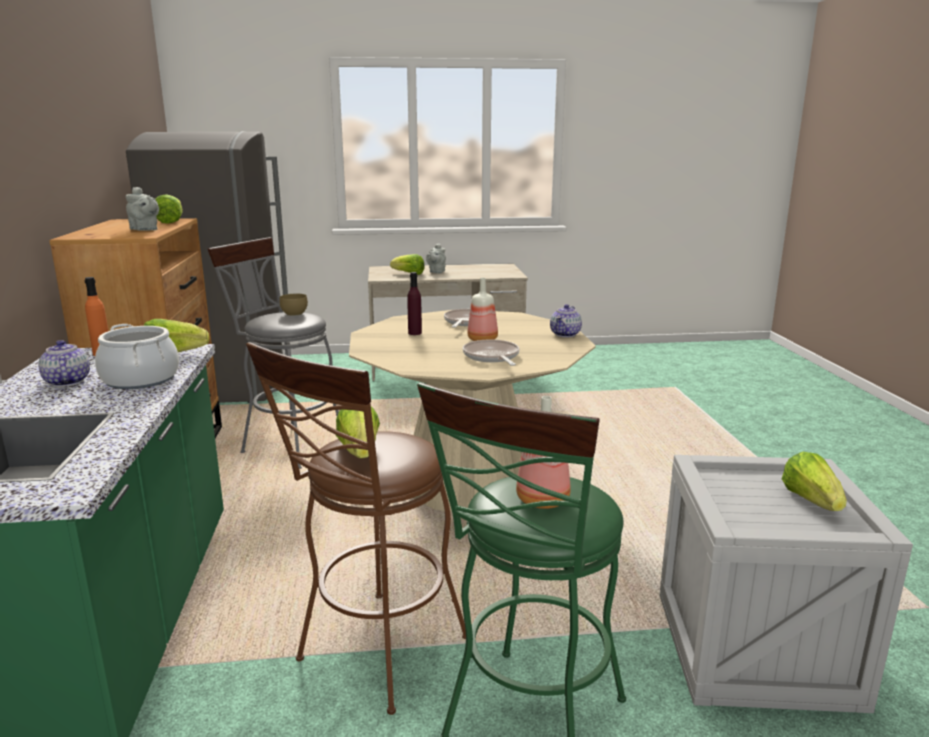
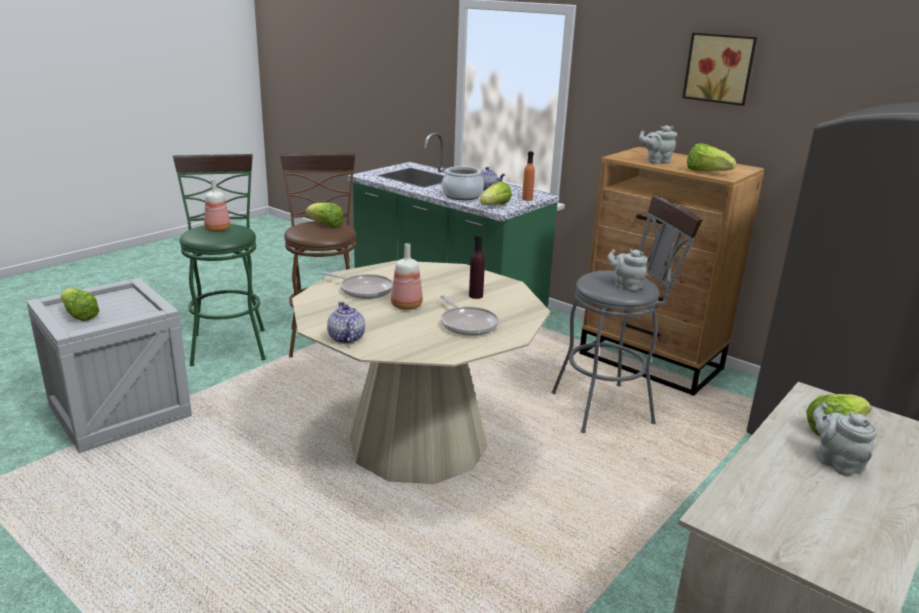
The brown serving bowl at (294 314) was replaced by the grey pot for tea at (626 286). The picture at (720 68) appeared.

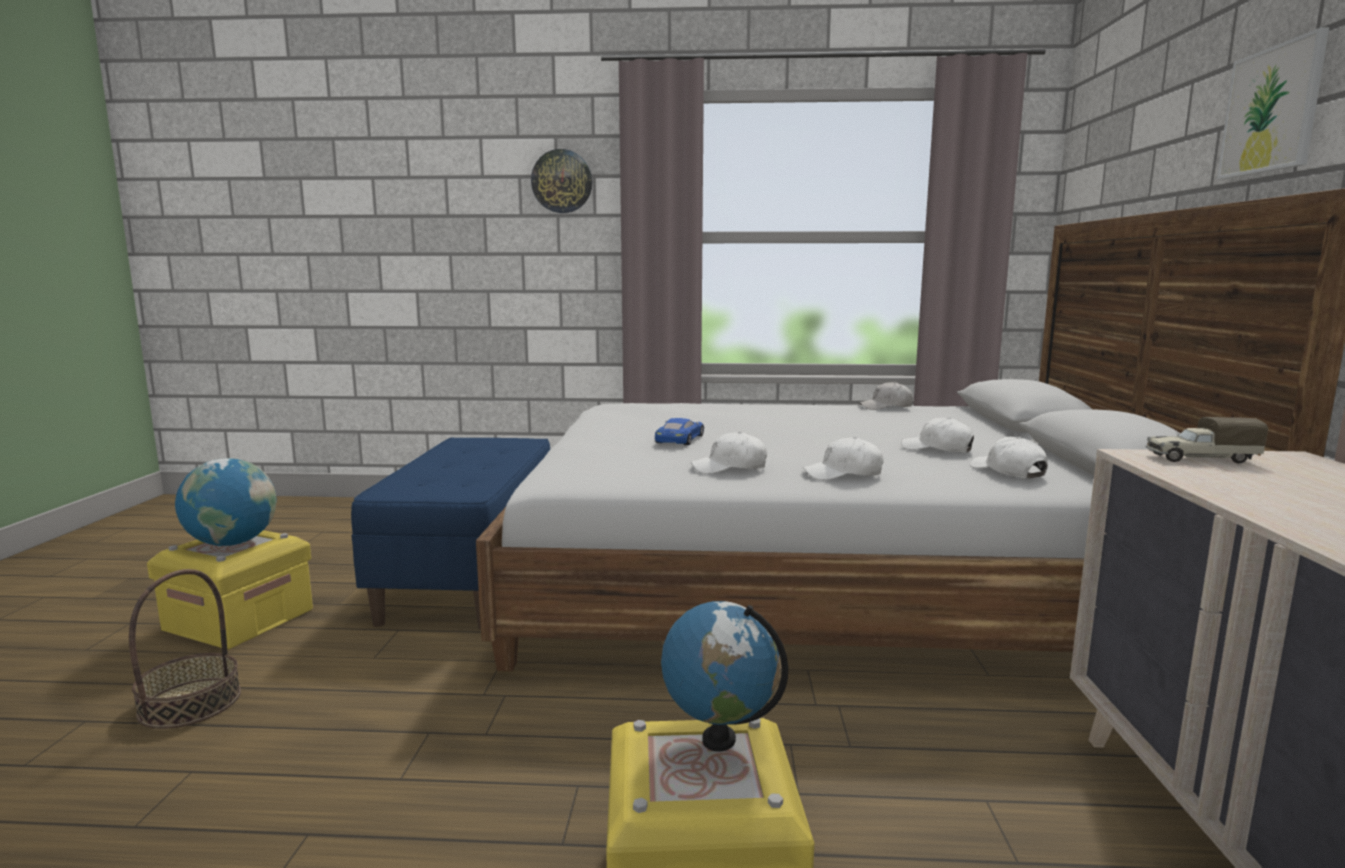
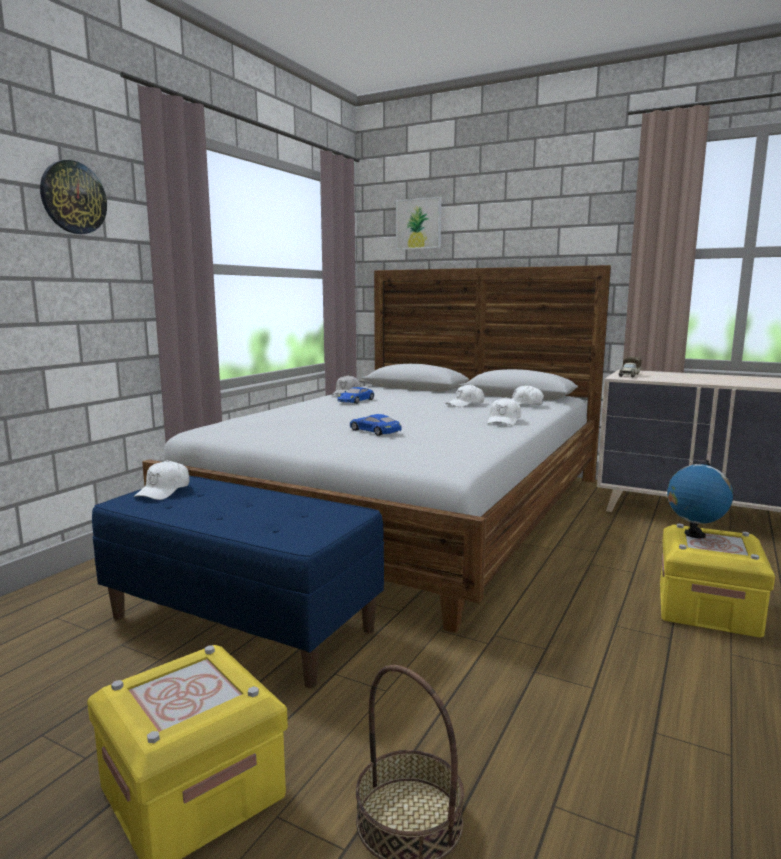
The picture moved from (1272 110) to (418 224). The white baseball cap moved from (729 468) to (164 491). The globe at (232 543) disappeared. The bluish toy car at (356 400) appeared.

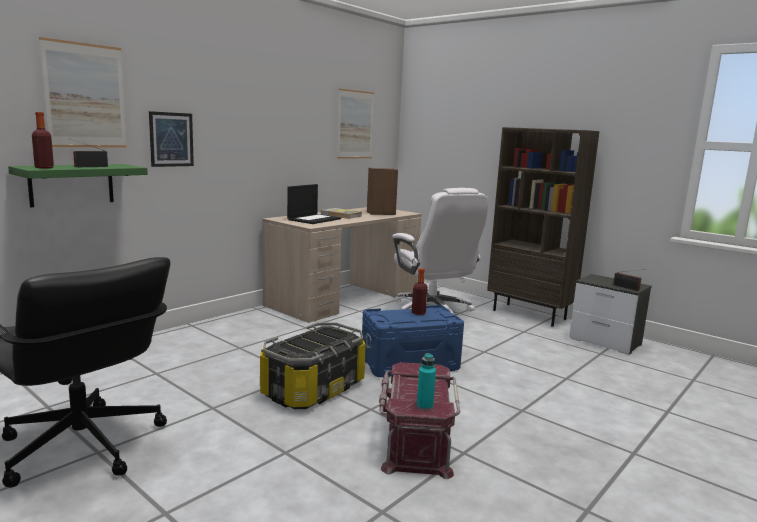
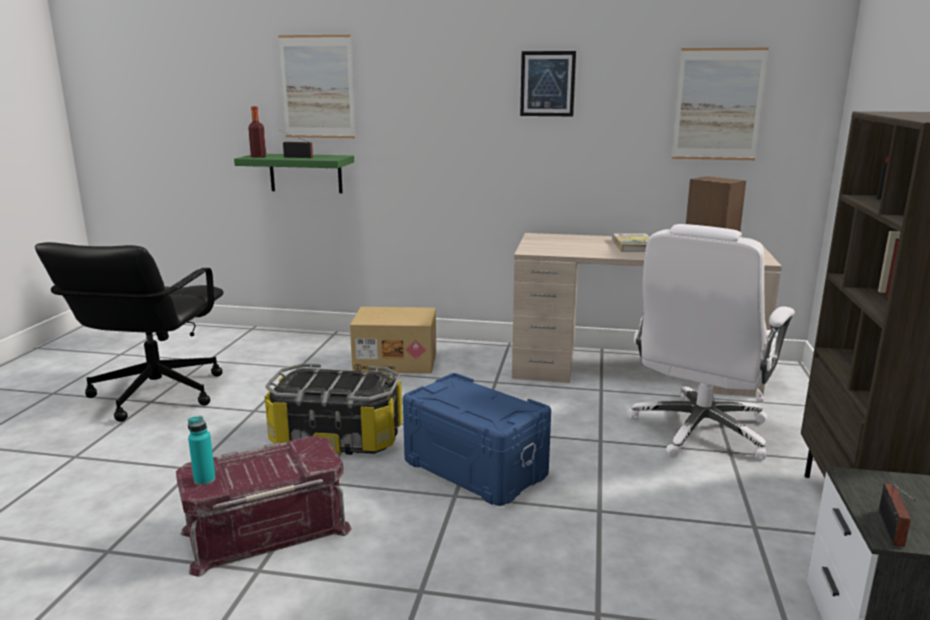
The picture moved from (171 139) to (547 84). The laptop at (314 219) disappeared. The beverage bottle at (418 313) disappeared. The cardboard box at (396 361) appeared.

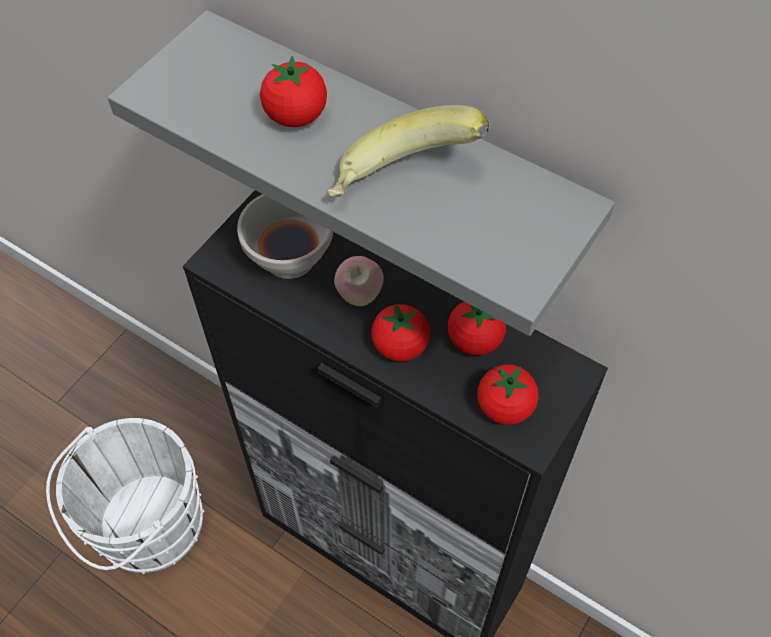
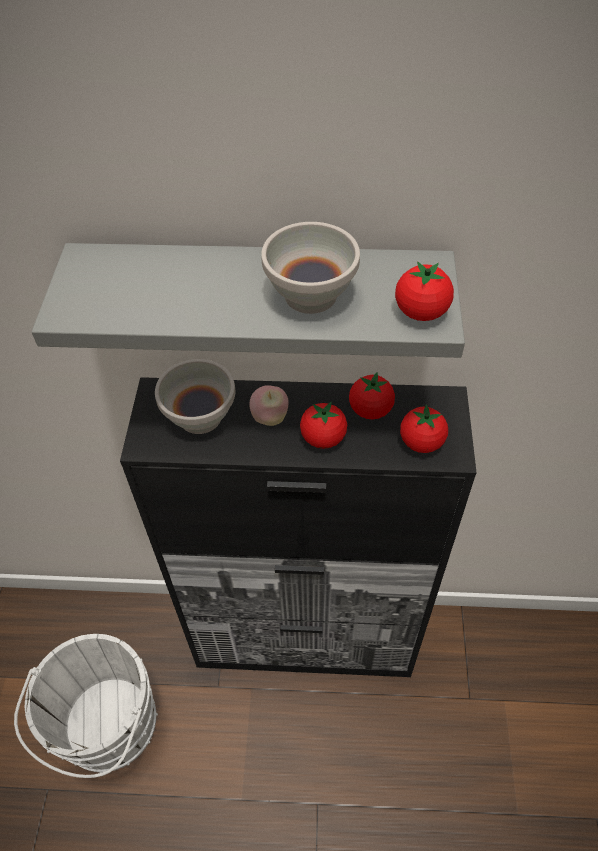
The fresh tomato moved from (296 116) to (421 312). The banana at (403 184) was replaced by the white serving bowl at (309 296).

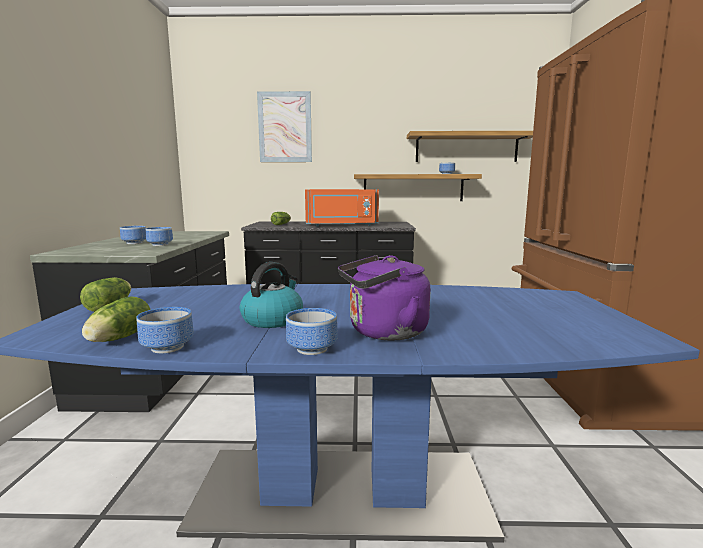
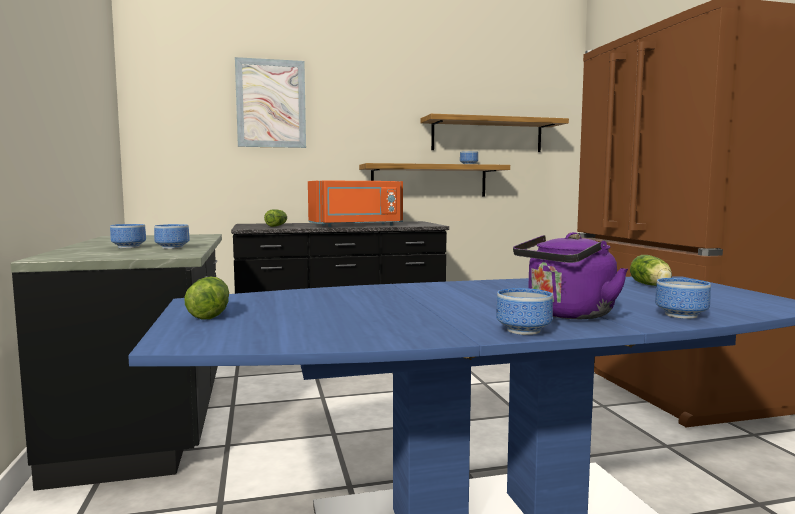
The tea kettle at (273 319) disappeared. The head of lettuce moved from (118 339) to (651 285). The serving bowl moved from (169 346) to (680 314).

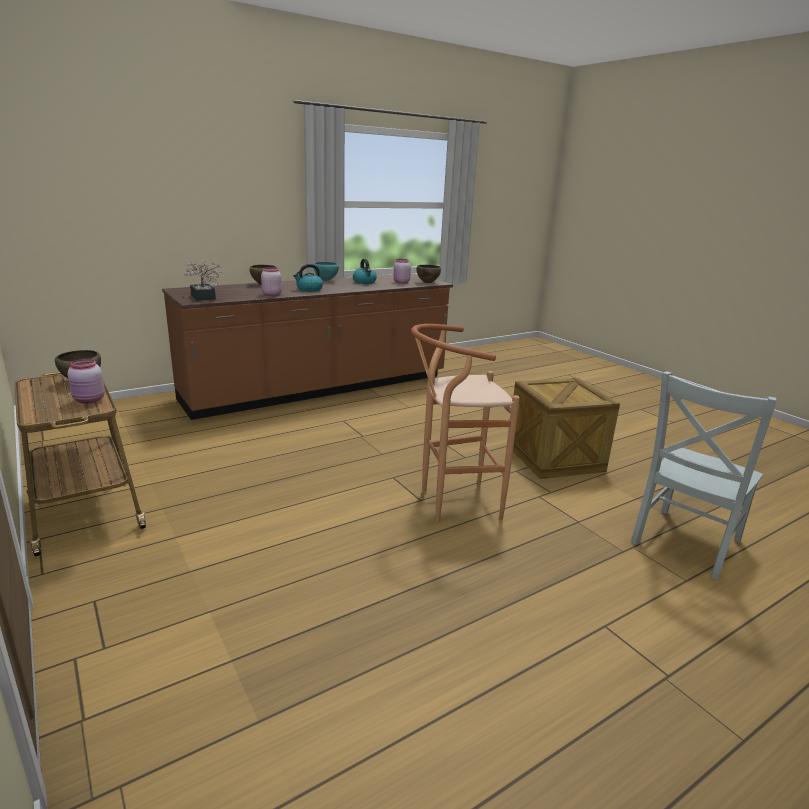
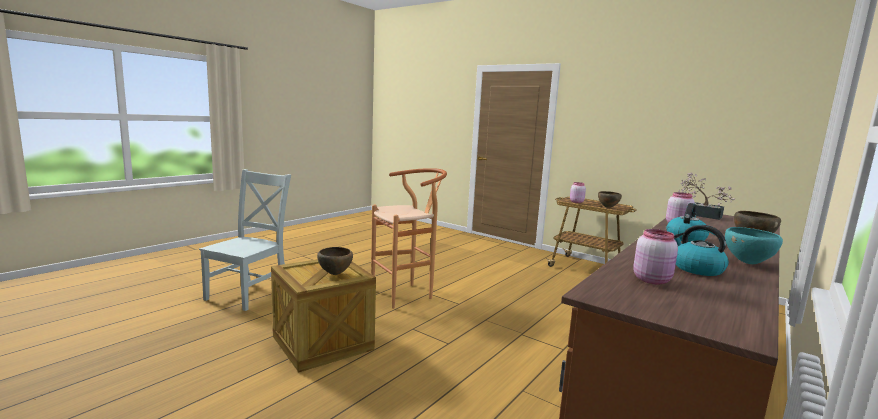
The brown serving bowl moved from (427 283) to (335 274).

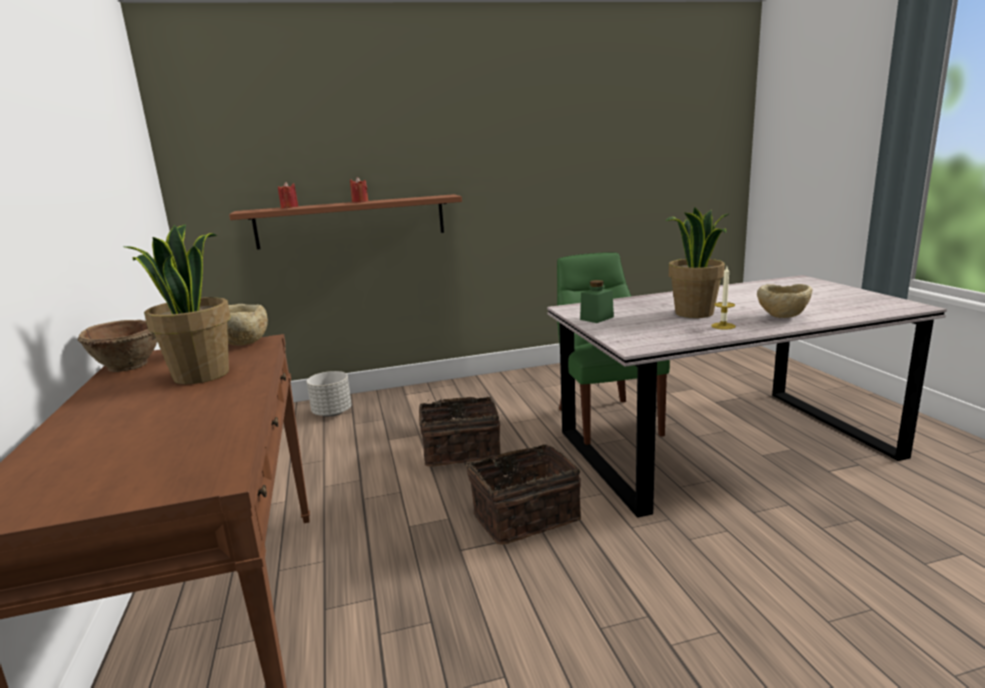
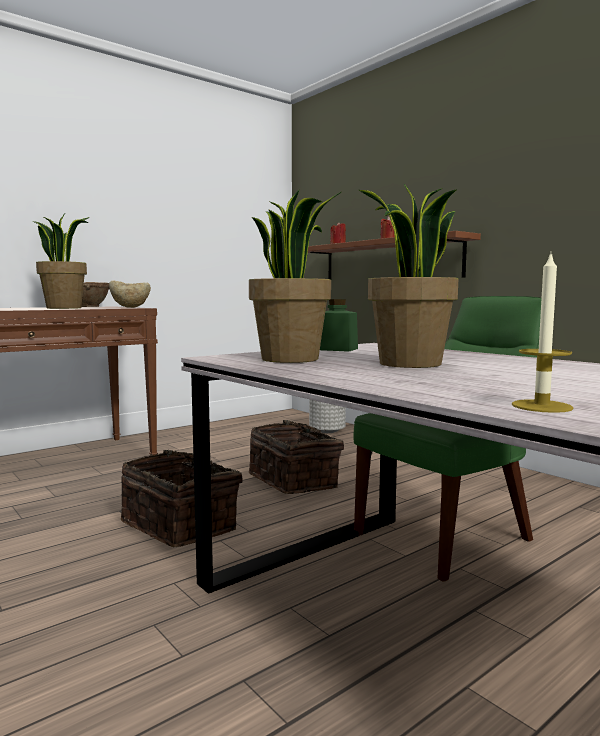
The wax light moved from (723 326) to (541 406). The beige serving bowl at (782 318) disappeared. The plant in a pot at (291 359) appeared.

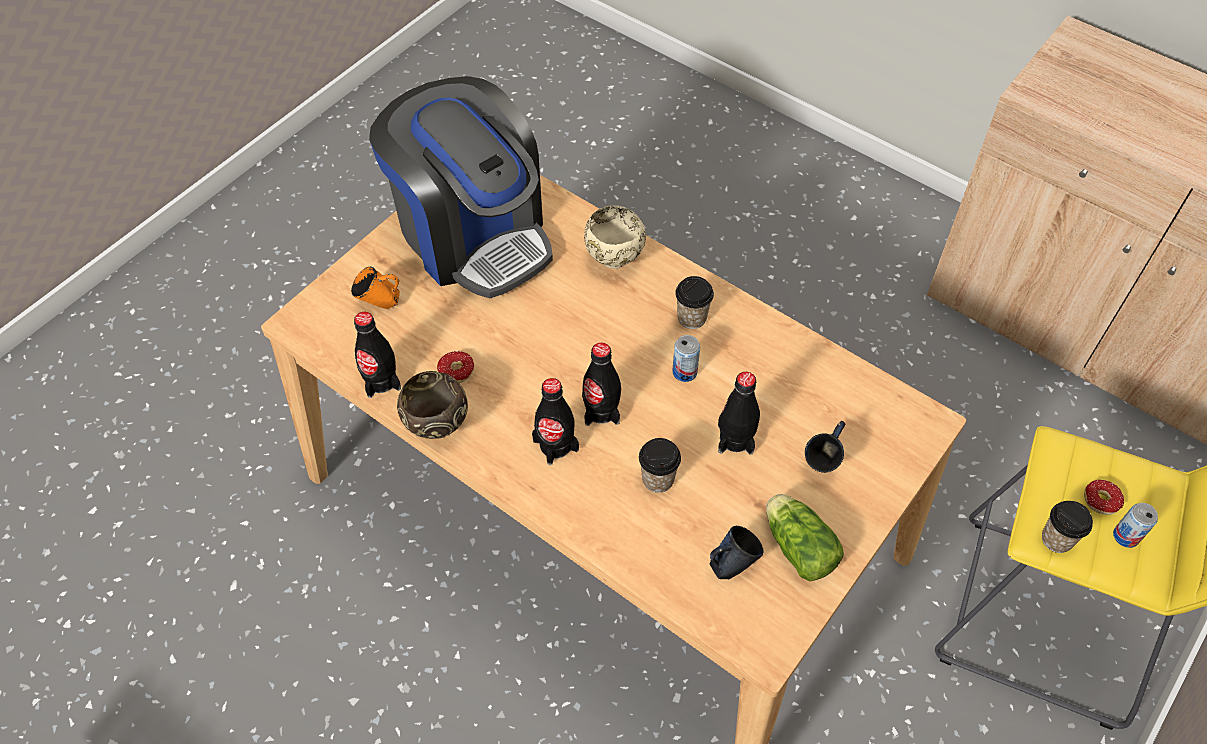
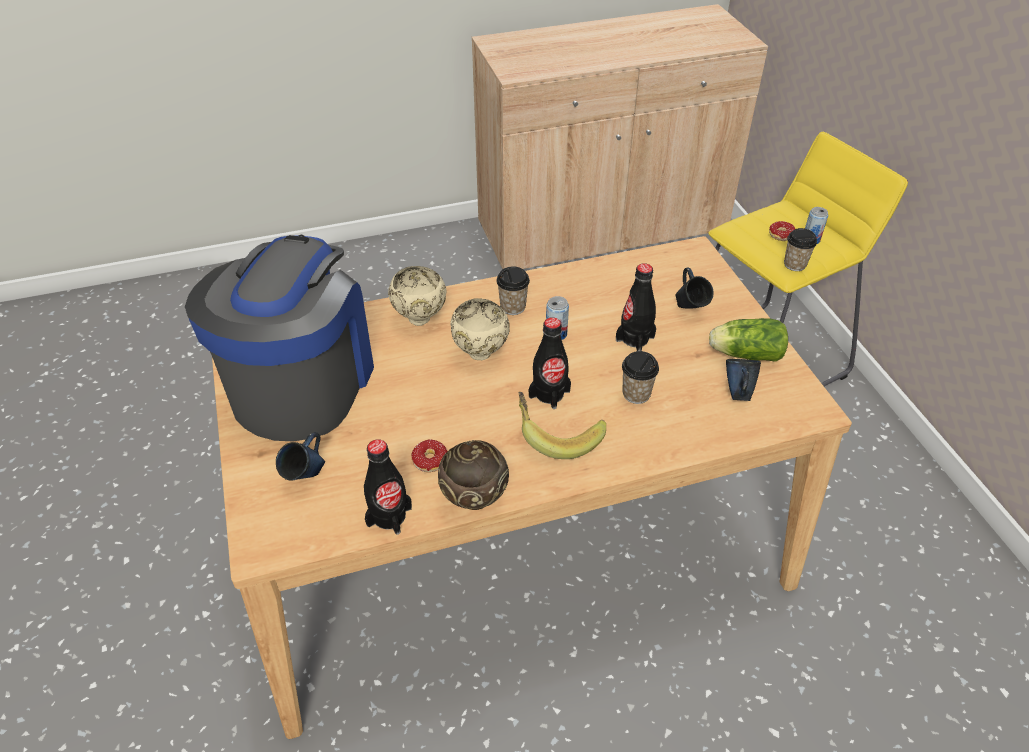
The coffee brewer at (473 234) turned 75 degrees counterclockwise. The orange coffee mug at (380 304) became the bluish coffee mug at (307 477). The black beverage bottle at (555 445) was replaced by the banana at (557 435). The beige serving bowl at (481 354) appeared.

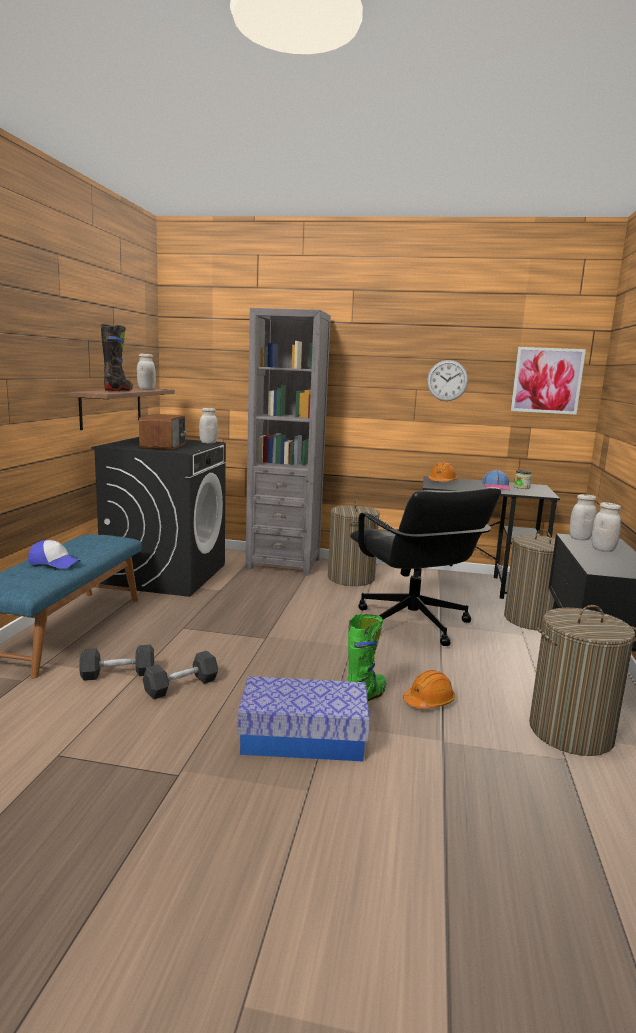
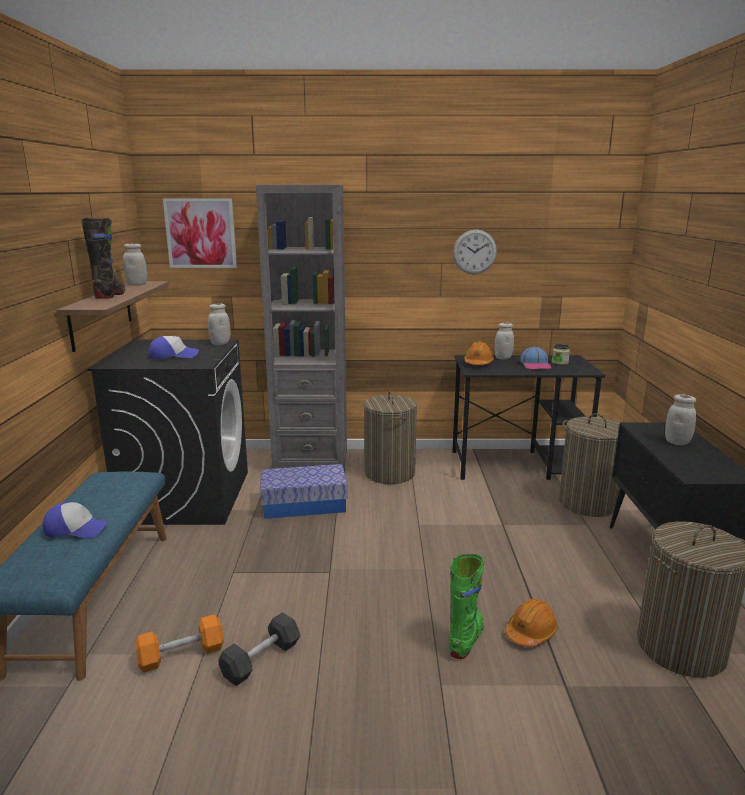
The picture moved from (547 380) to (201 233). The radio set at (164 446) was replaced by the baseball cap at (173 356). The black office chair at (412 623) disappeared. The white jar moved from (580 538) to (503 358). The grey dumbbell at (118 674) became the orange dumbbell at (181 655). The storage bin moved from (303 738) to (304 504).

